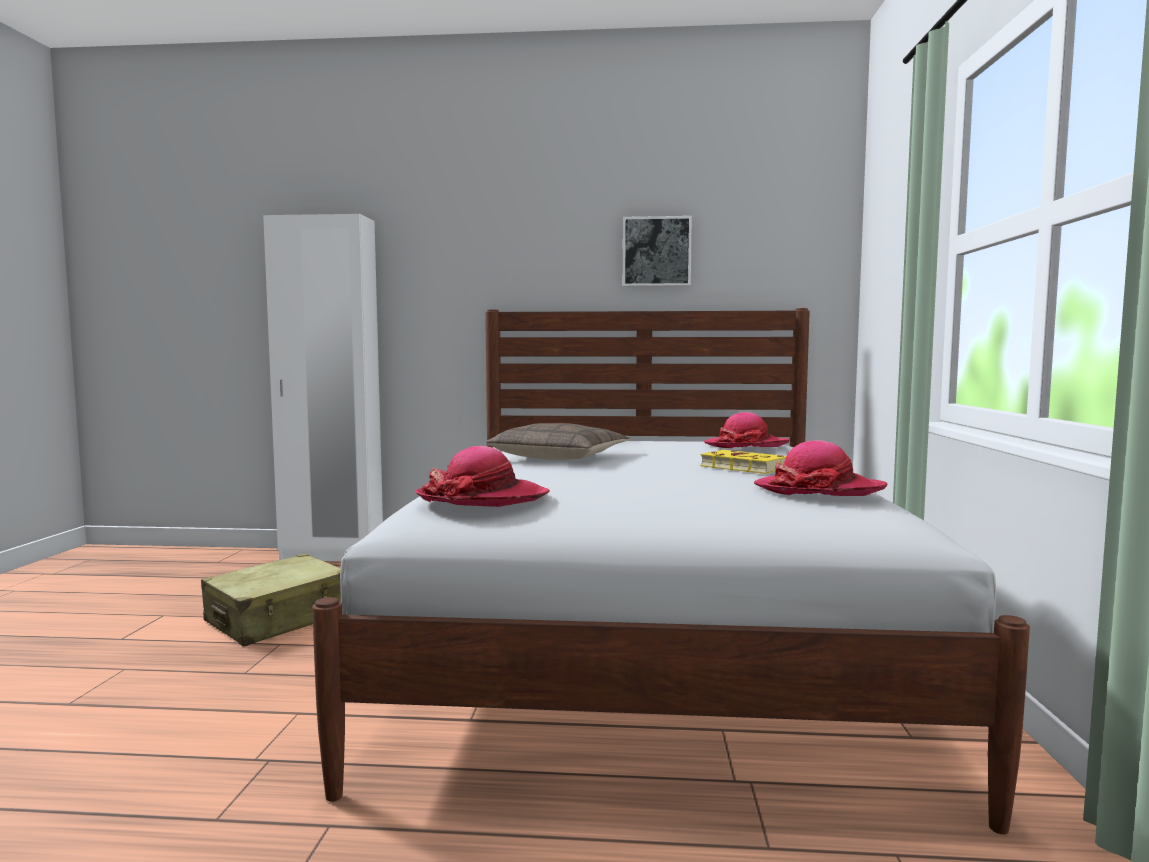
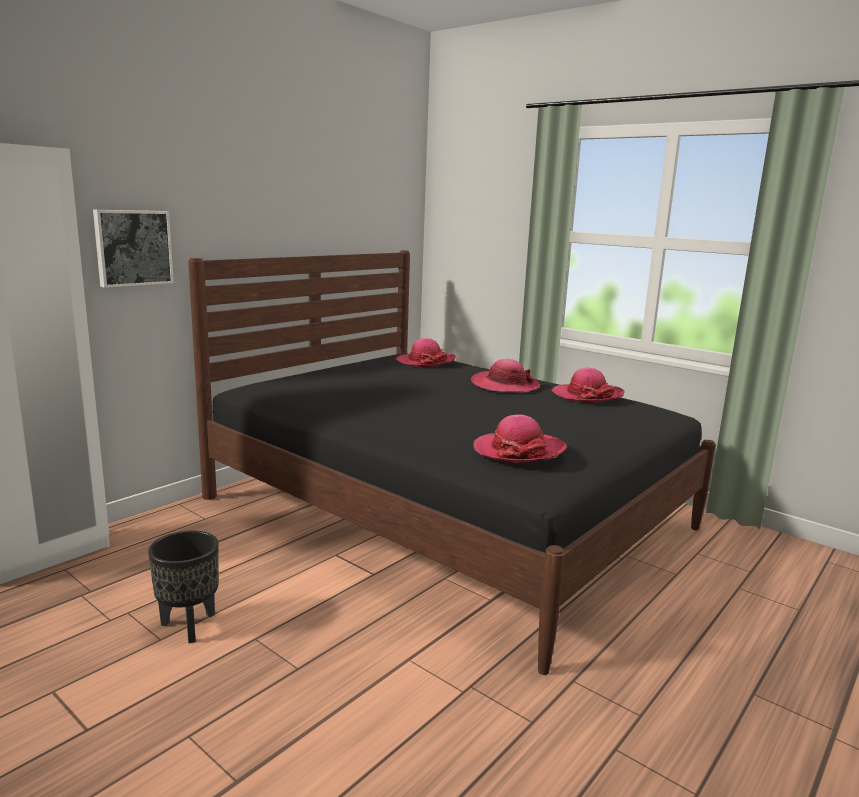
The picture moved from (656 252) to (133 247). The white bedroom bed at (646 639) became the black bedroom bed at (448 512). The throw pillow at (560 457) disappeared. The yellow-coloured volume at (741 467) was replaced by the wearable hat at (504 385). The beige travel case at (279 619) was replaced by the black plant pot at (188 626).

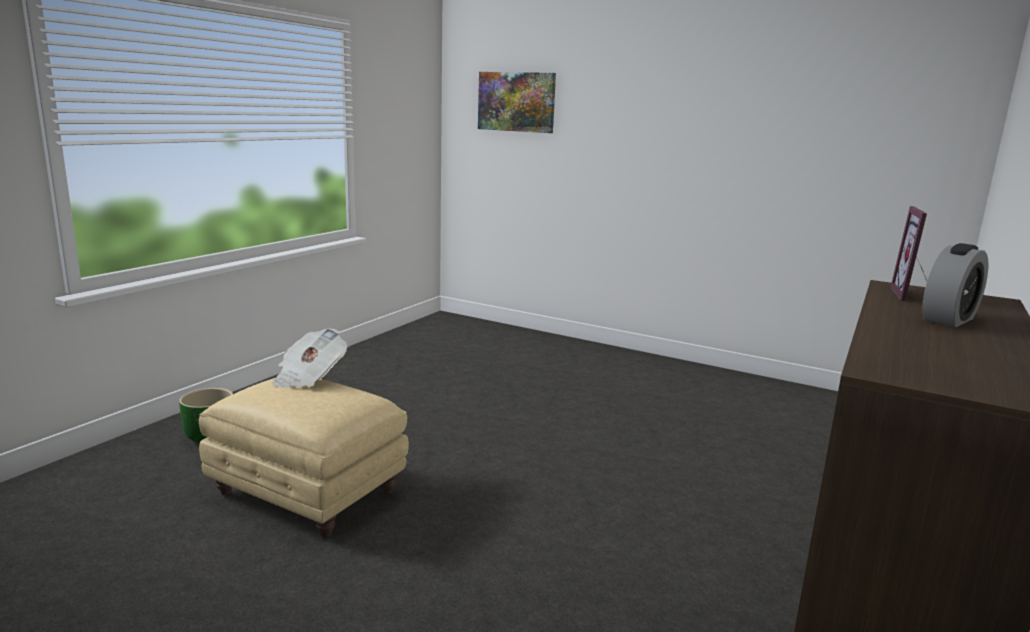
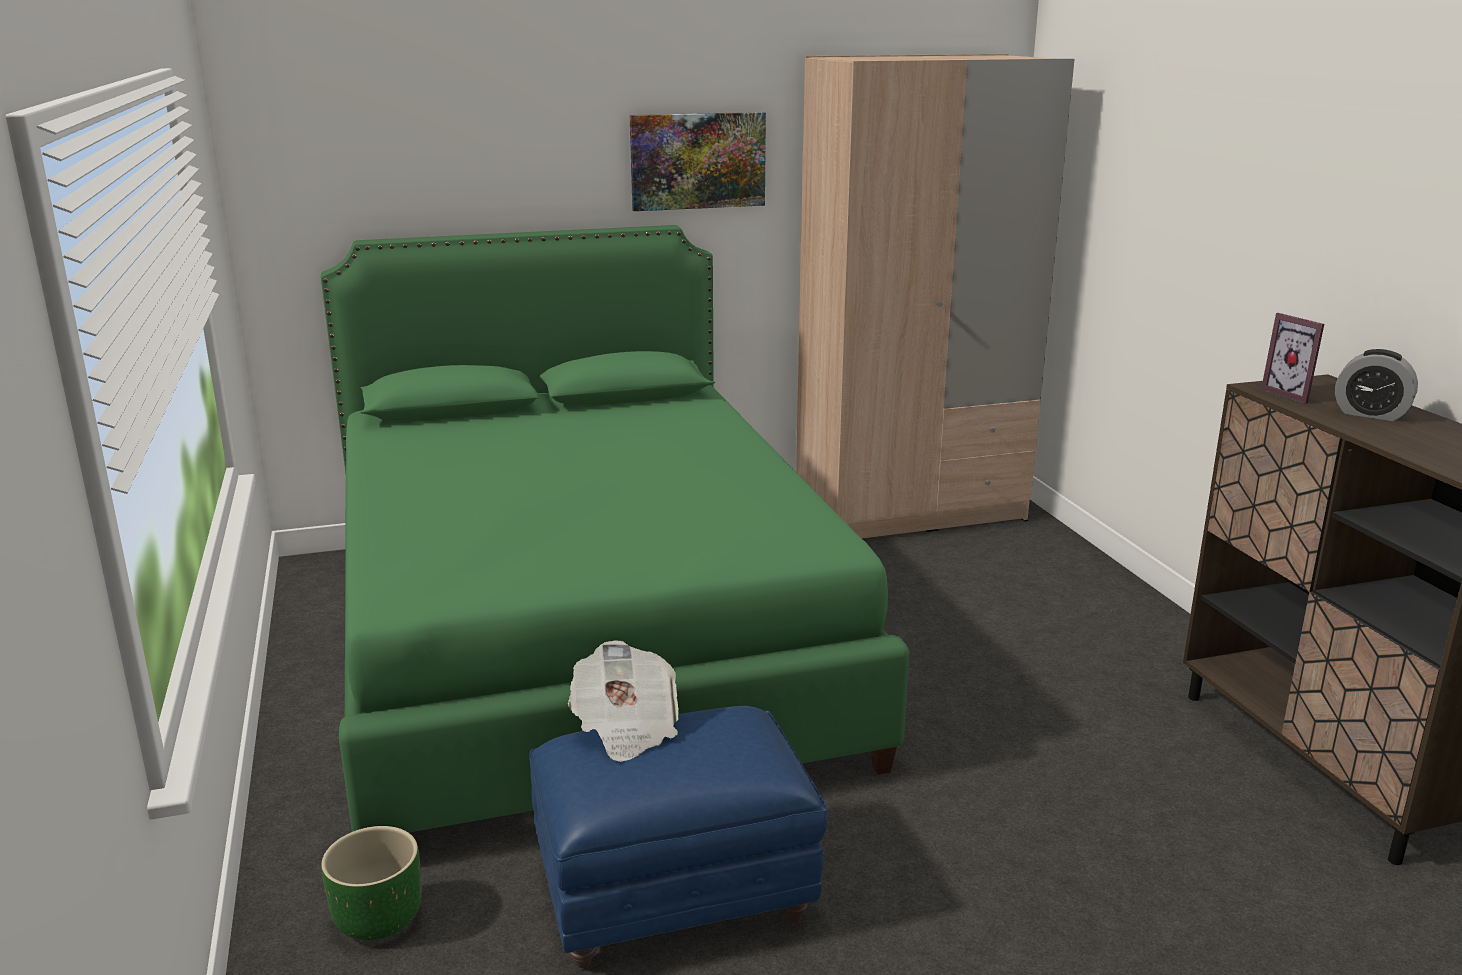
The picture moved from (516 102) to (697 161). The bedside clock at (948 319) turned 120 degrees clockwise. The beige ottoman at (310 493) became the bluish ottoman at (675 892). The beige armoire at (910 511) appeared. The greenish bedroom bed at (581 643) appeared.

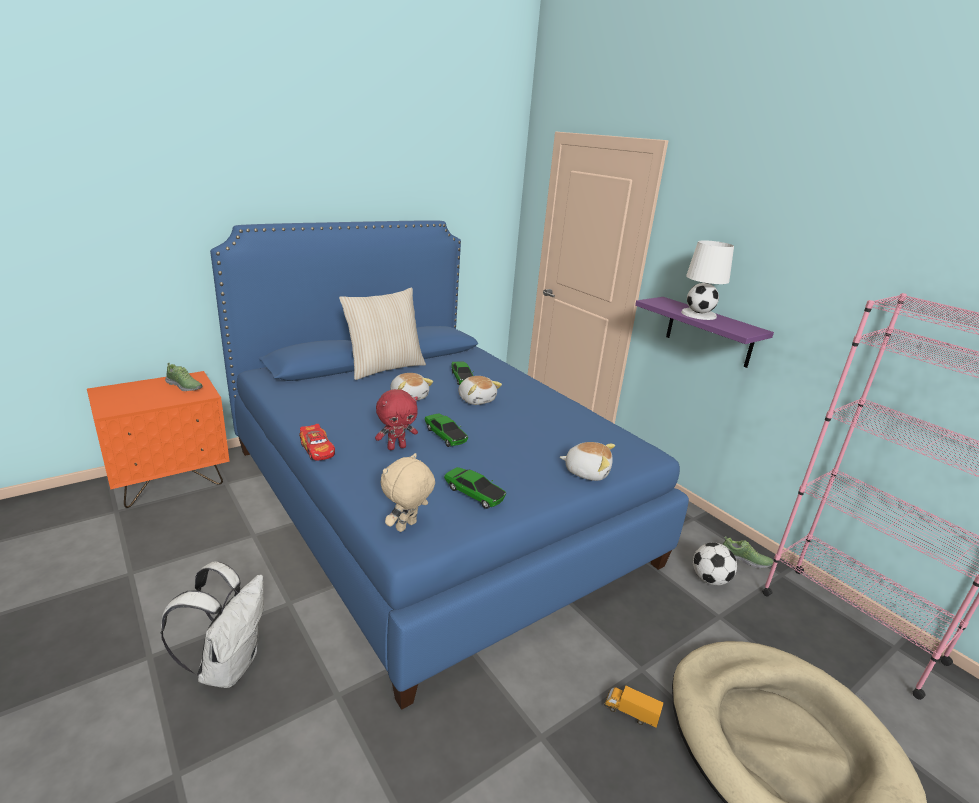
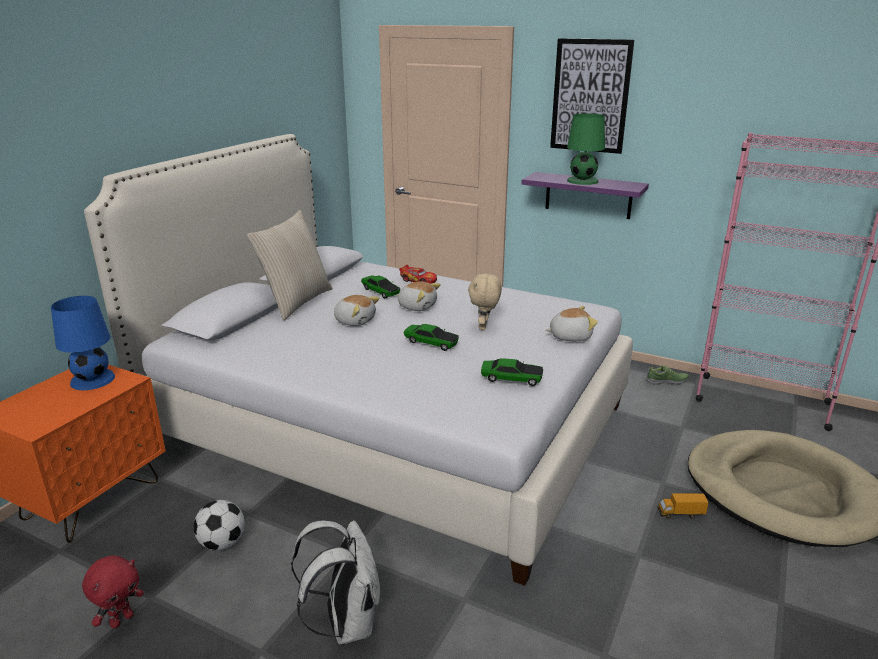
The bluish bedroom bed at (429 502) became the white bedroom bed at (389 424). The white table lamp at (699 314) became the greenish table lamp at (583 181). The item of footwear at (184 386) was replaced by the bluish table lamp at (92 379). The reddish cuddly toy moved from (396 447) to (121 620). The toy car moved from (317 449) to (418 280). The beige cuddly toy moved from (407 527) to (484 327). The football ball moved from (709 579) to (222 543). The picture at (590 96) appeared.

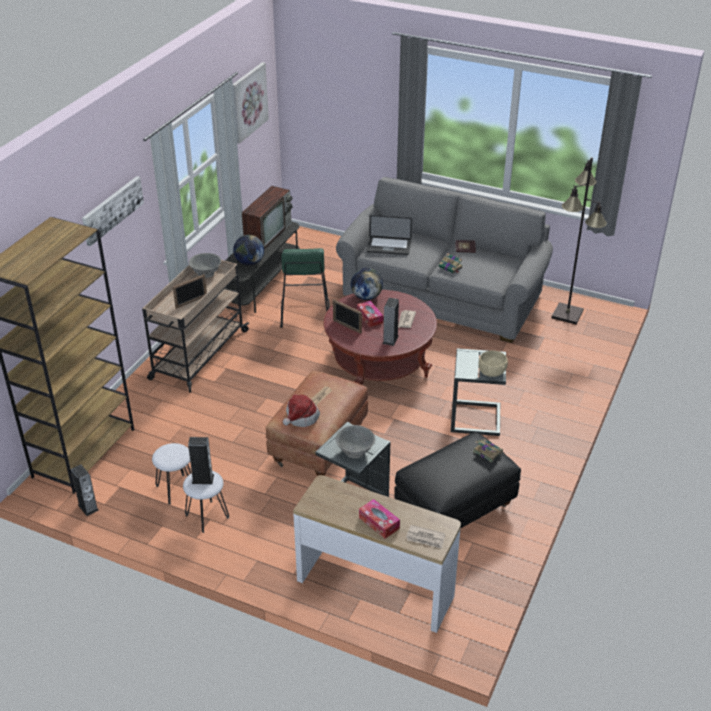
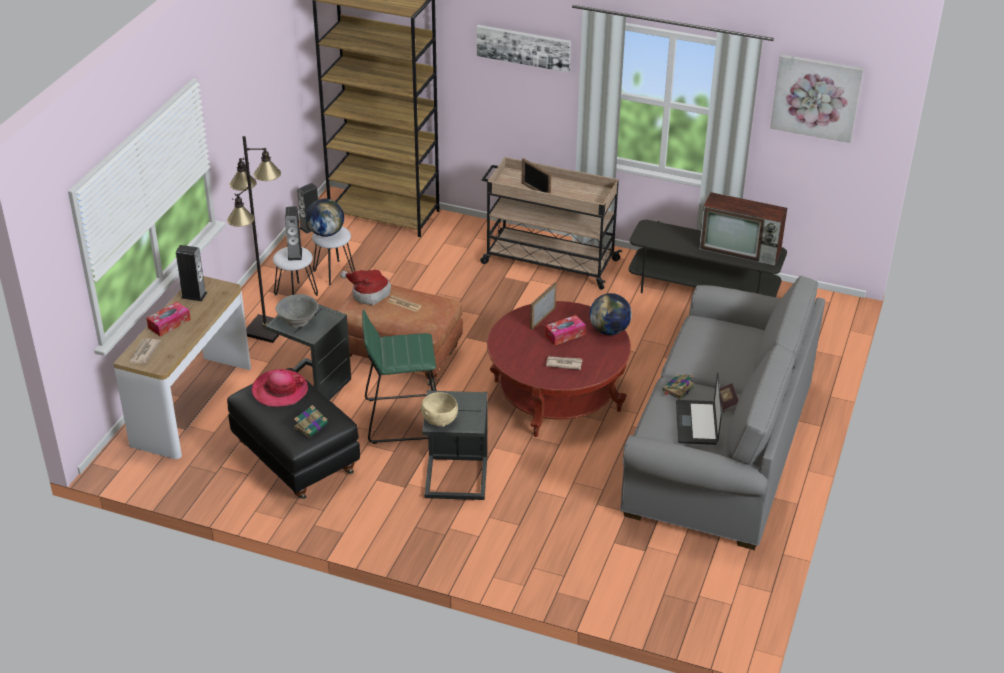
The black standing lamp moved from (568 314) to (265 330). The laptop moved from (388 247) to (696 423). The globe moved from (249 263) to (326 233). The greenish stool seat moved from (304 313) to (402 418). The grey serving bowl at (206 273) disappeared. The loudspeaker moved from (390 339) to (194 295). The wearable hat at (280 390) appeared.

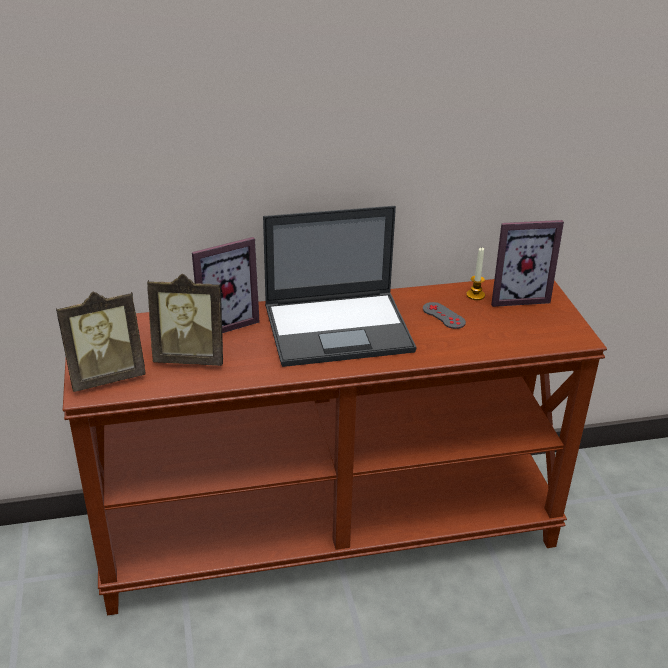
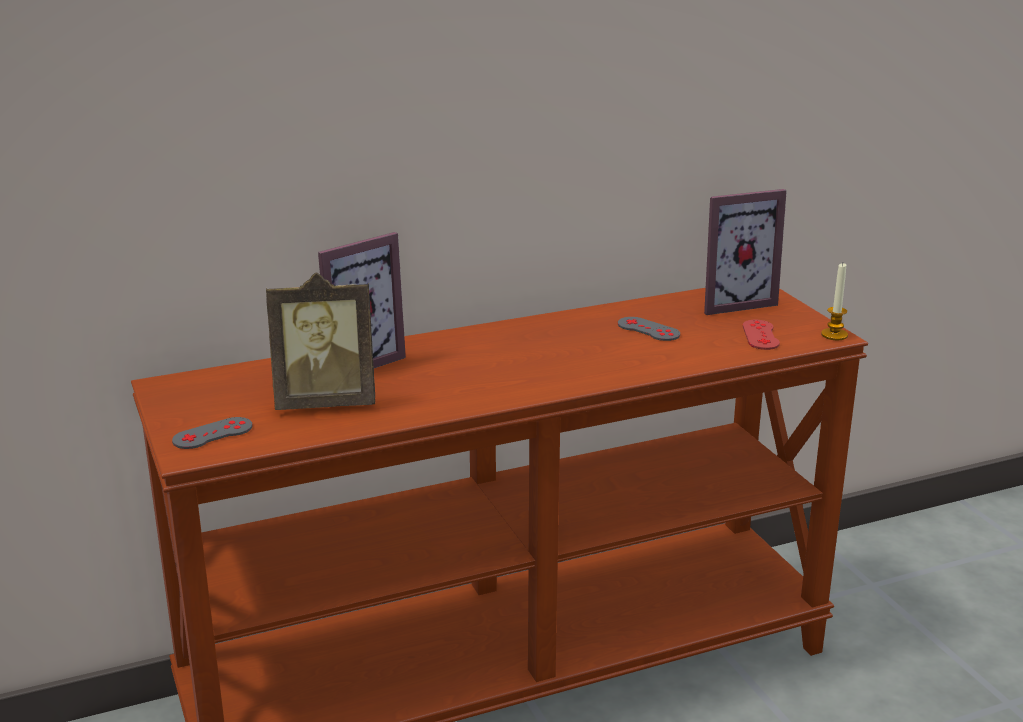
The laptop at (340 328) disappeared. The wax light moved from (475 295) to (834 335). The picture frame at (106 376) was replaced by the grey gamepad at (212 434). The reddish gamepad at (760 335) appeared.

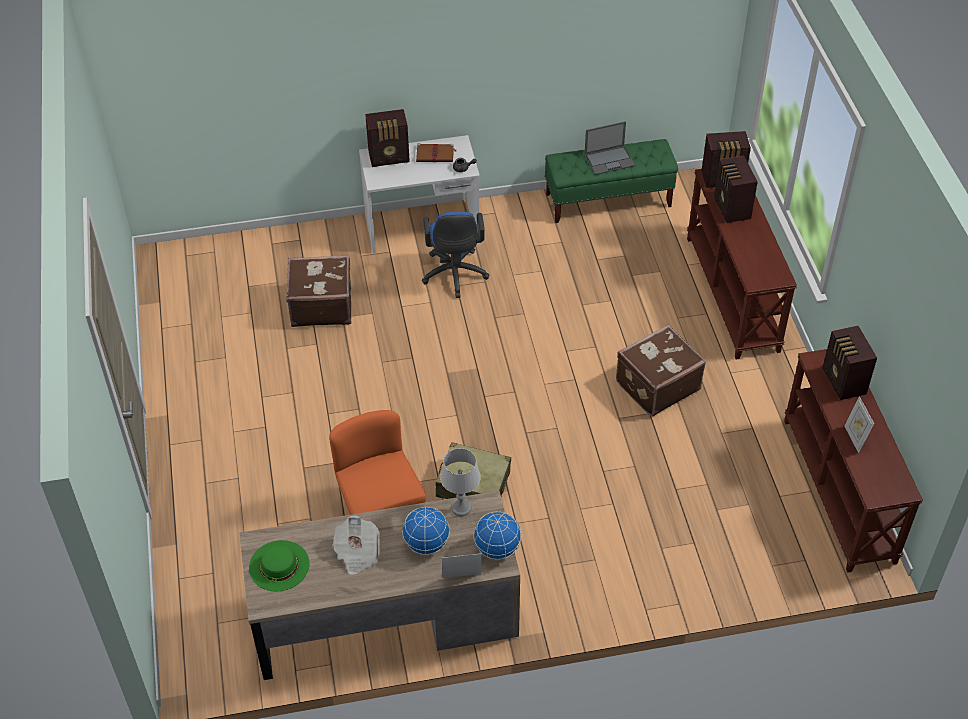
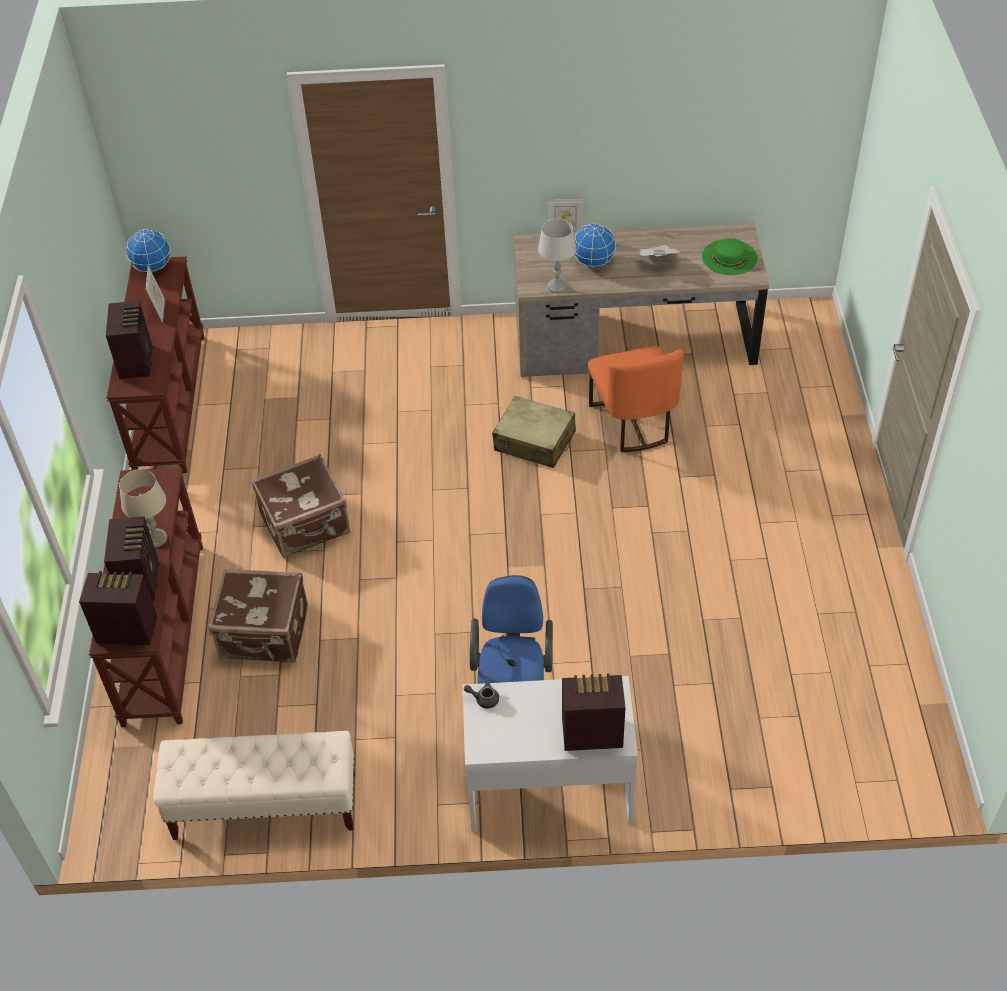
The laptop at (610 160) disappeared. The greenish indoor bench at (608 201) became the beige indoor bench at (264 806). The brown volume at (435 154) disappeared. The brown travel case moved from (321 305) to (264 635). The globe moved from (497 548) to (153 267). The beige table lamp at (155 539) appeared.

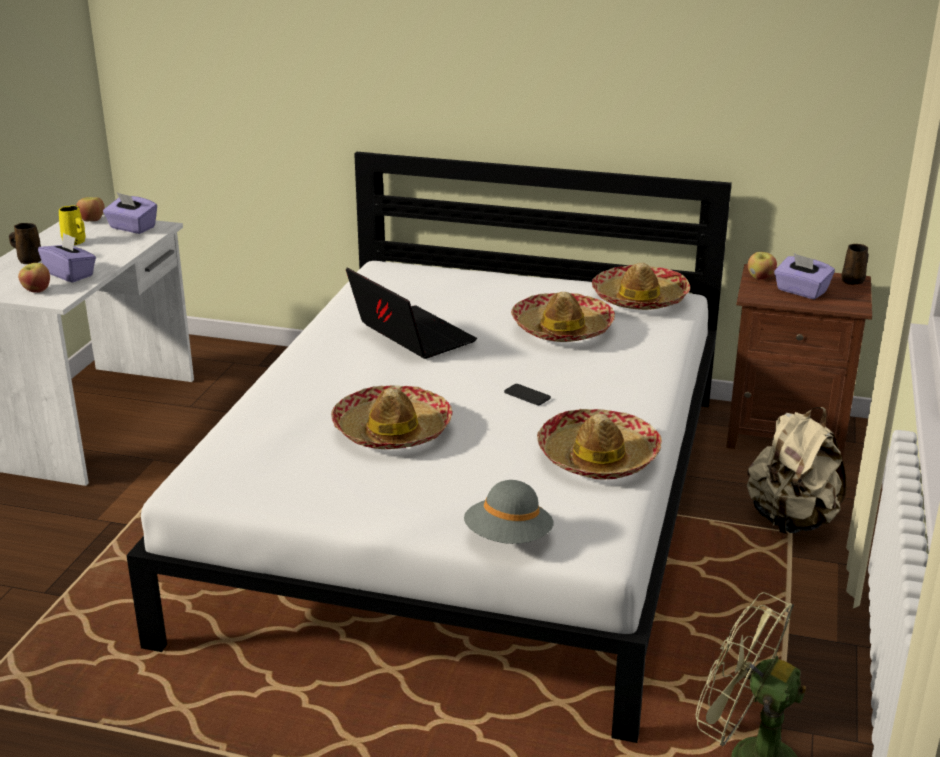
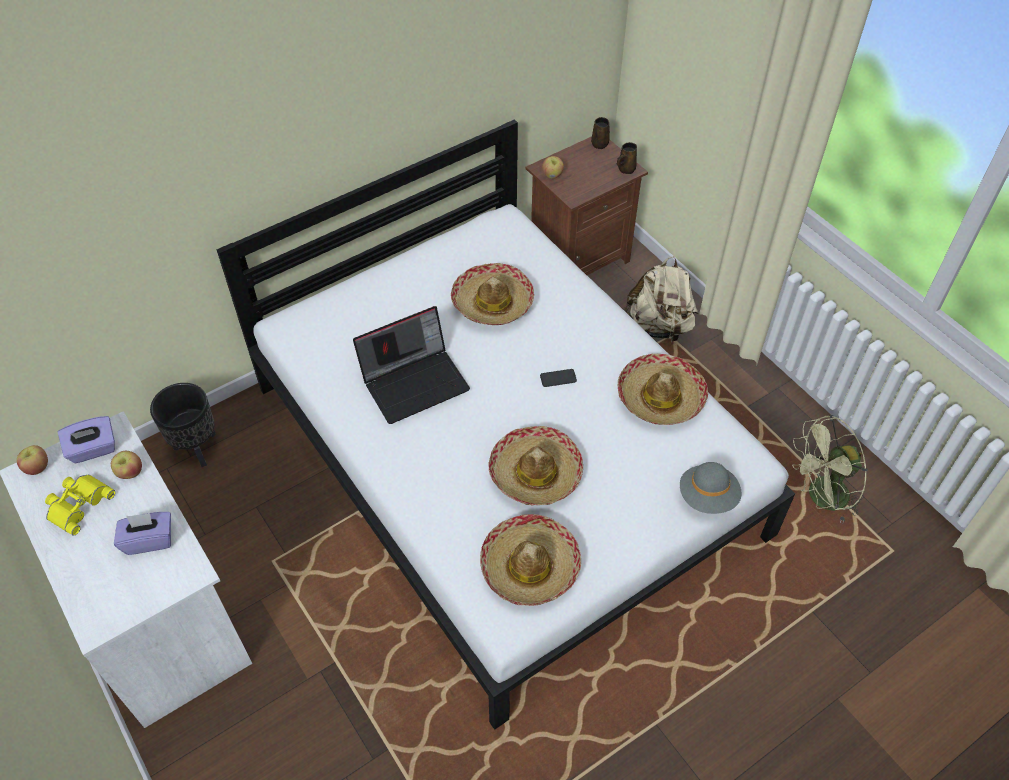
The yellow-coloured coffee mug at (75 242) was replaced by the yellow-coloured binoculars at (78 504). The brown coffee mug moved from (29 260) to (625 169). The purplish tissue box at (801 291) disappeared. The apple moved from (36 290) to (130 472). The wearable hat moved from (639 298) to (530 566). The laptop at (410 336) turned 150 degrees clockwise. The black plant pot at (197 449) appeared.

